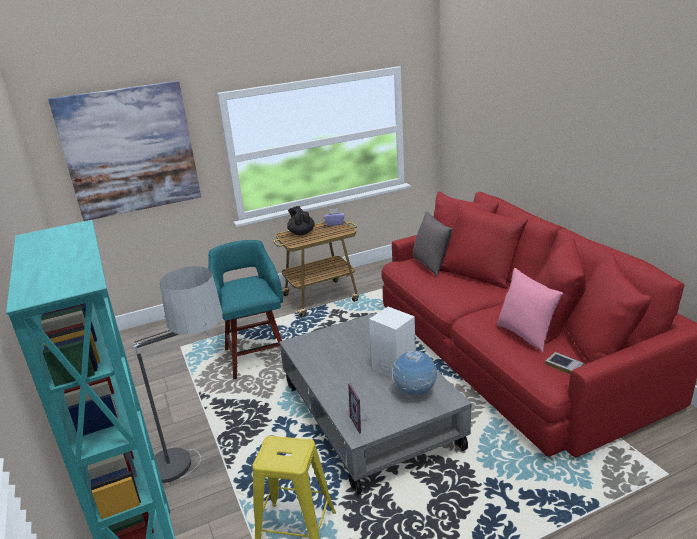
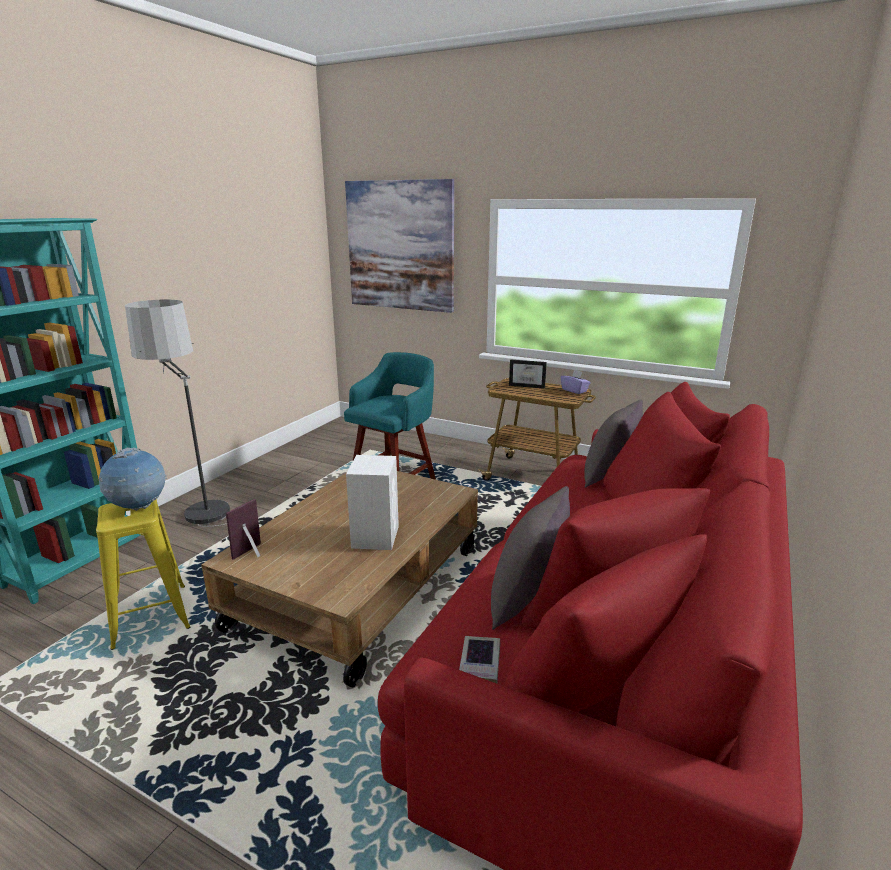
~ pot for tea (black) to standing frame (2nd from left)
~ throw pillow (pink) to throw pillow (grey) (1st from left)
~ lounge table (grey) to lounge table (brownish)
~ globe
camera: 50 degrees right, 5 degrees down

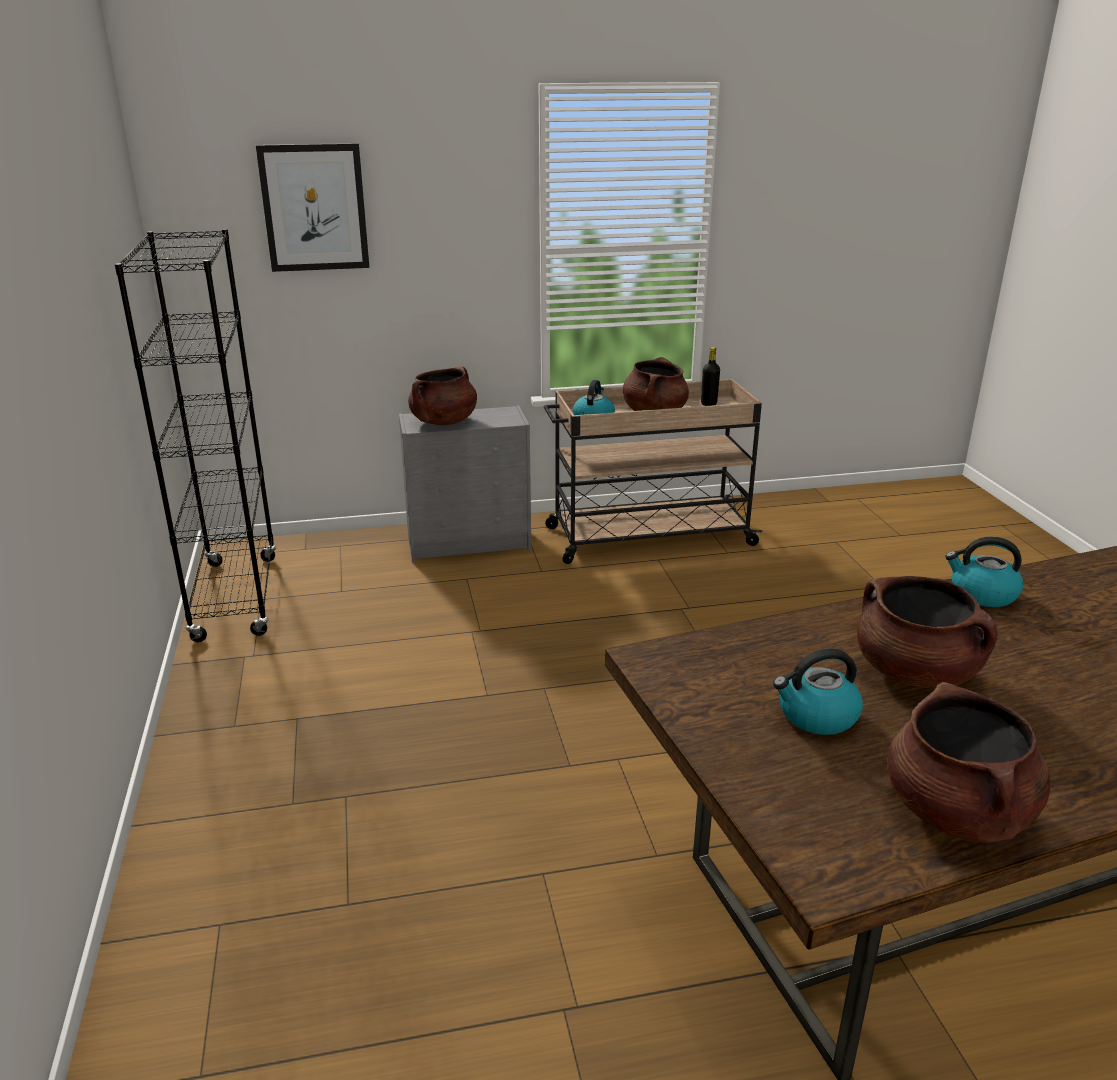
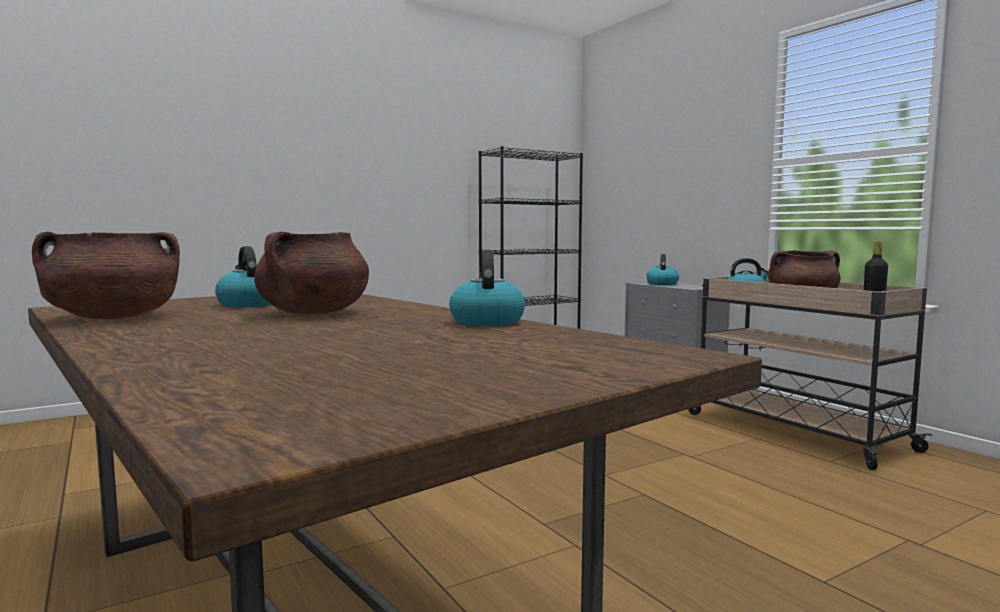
- wall art
~ cooking pot (brownish) (1st from left) to kettle (3rd from left)
camera: 70 degrees right, 20 degrees down

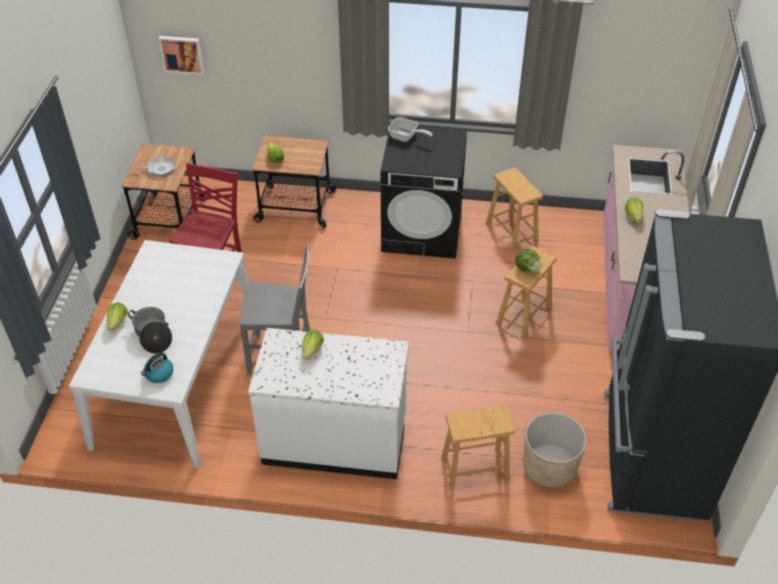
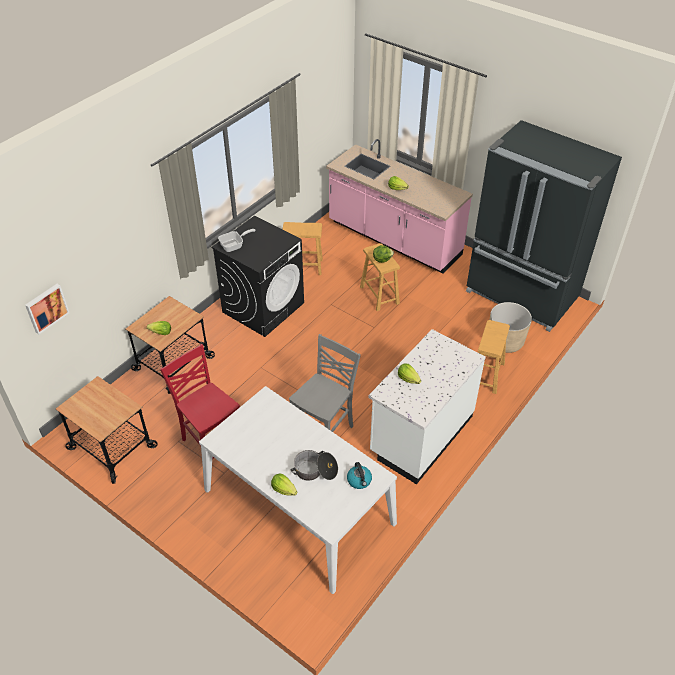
- skillet (1st from left)
camera: 60 degrees left, 0 degrees up

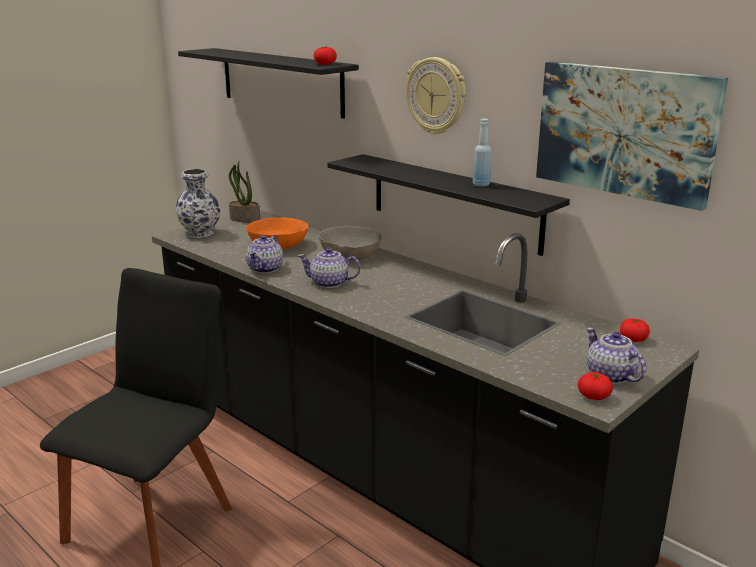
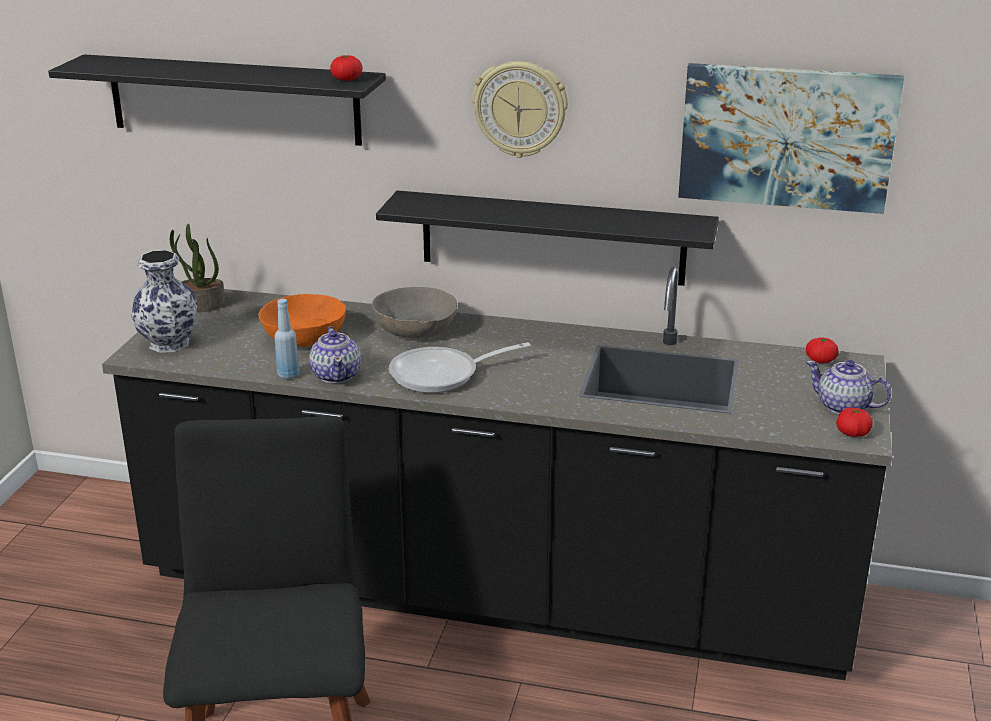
~ beverage bottle (blue-coloured)
~ pot for tea (2nd from left) to skillet
camera: 30 degrees left, 5 degrees up

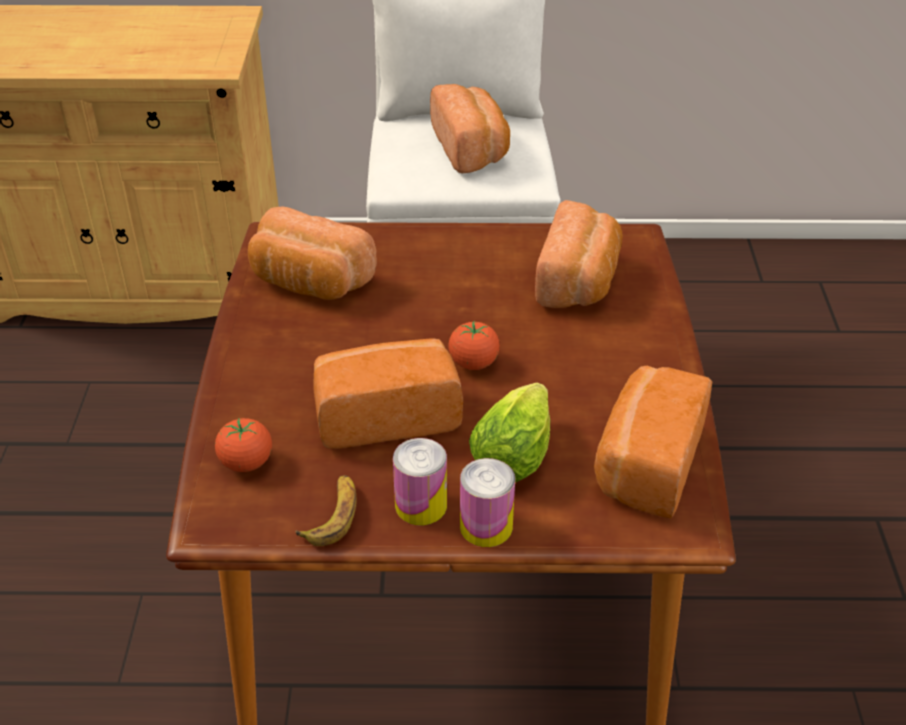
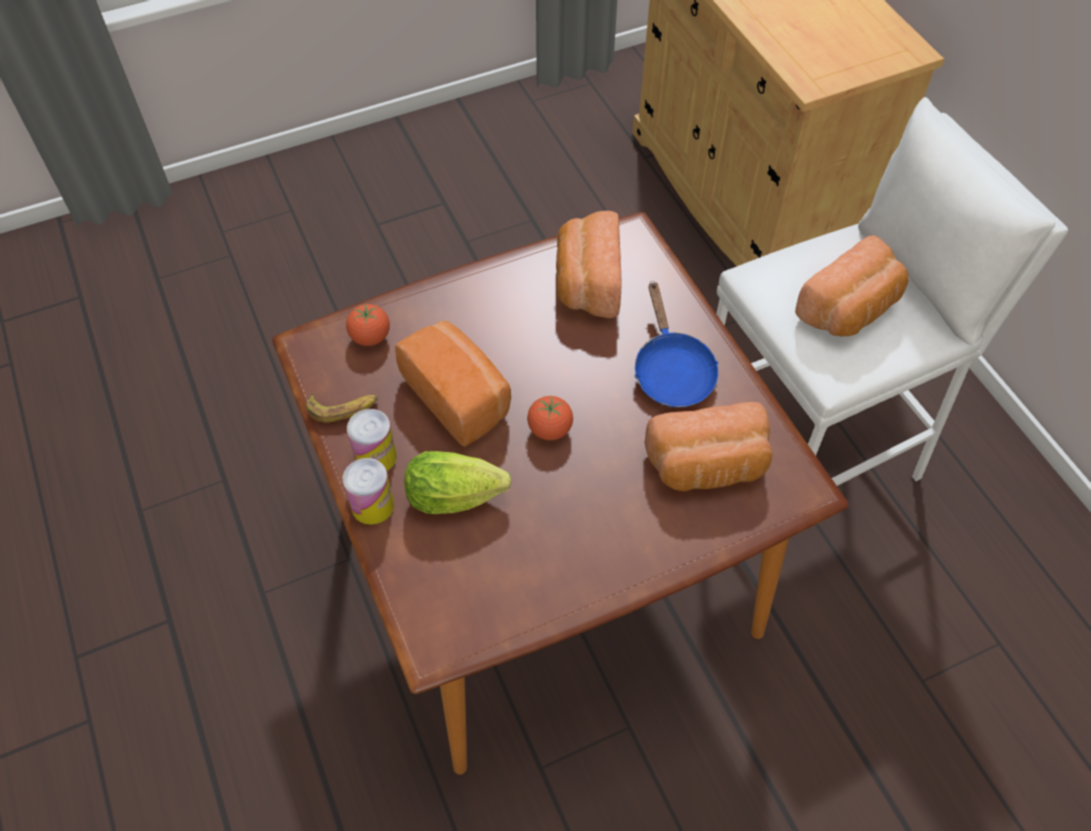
- bread (5th from left)
+ skillet (blue-coloured)
camera: 65 degrees right, 15 degrees up

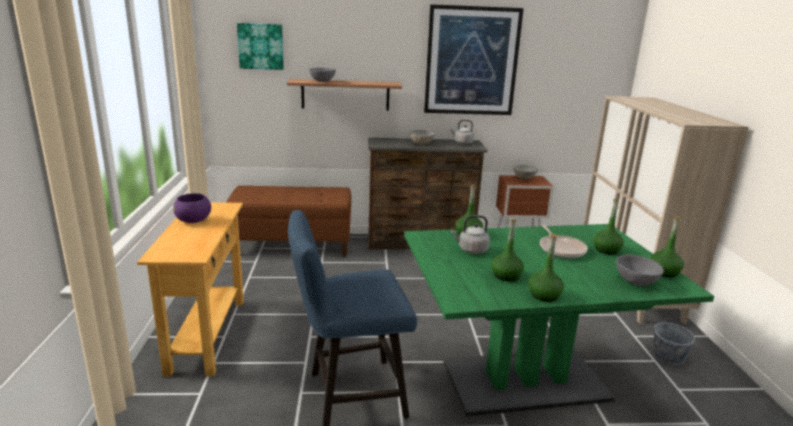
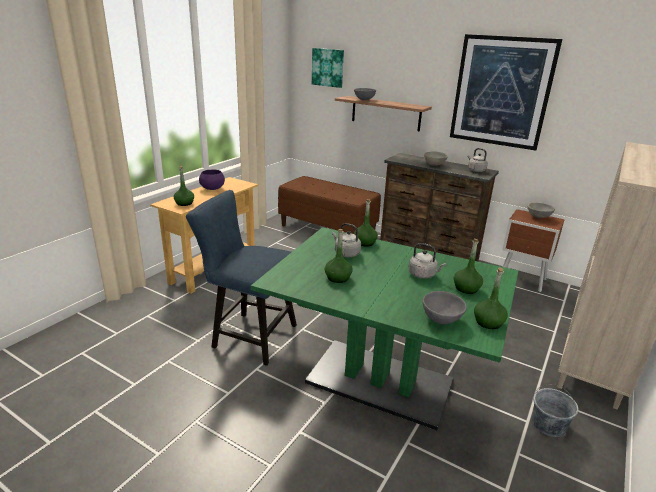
~ skillet to kettle (grey) (2nd from left)
~ beverage bottle (green-coloured) (3rd from left in the first image) to beverage bottle (green-coloured) (1st from left)
camera: 35 degrees right, 5 degrees up

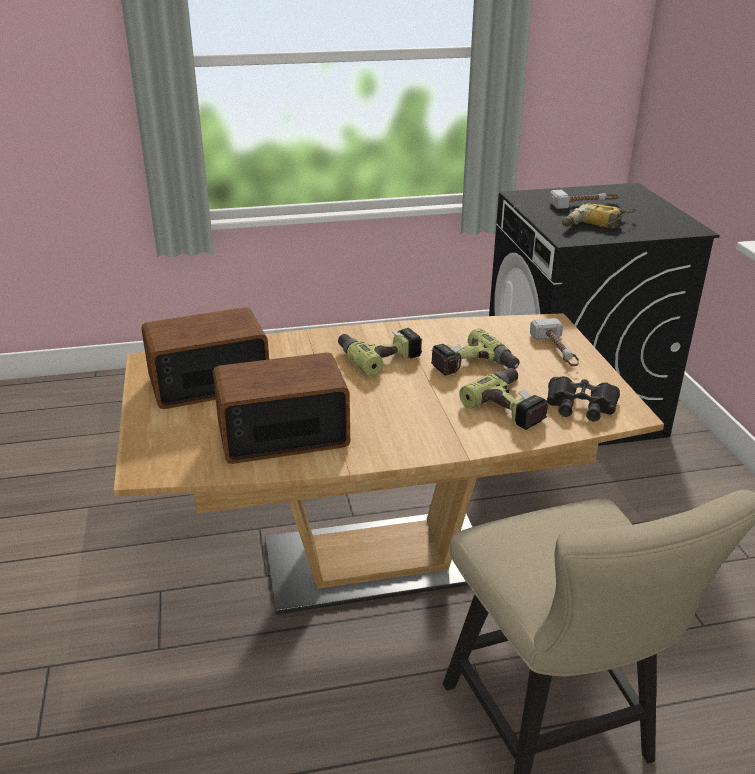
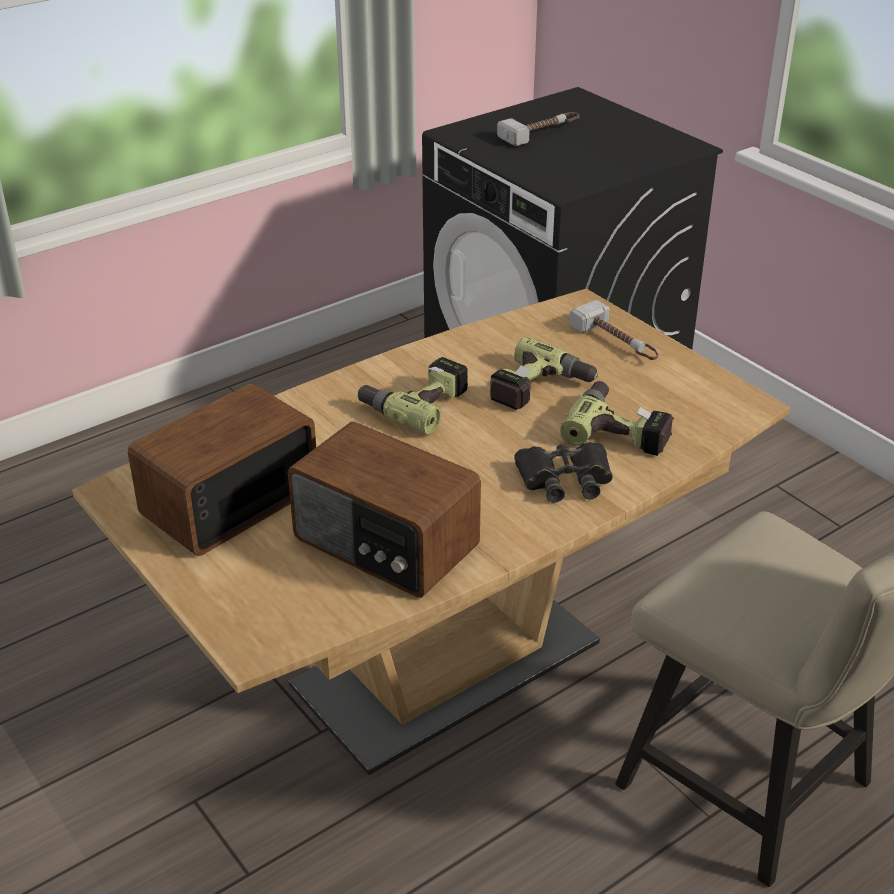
- drill (4th from left)
~ radio set (2nd from left) 105 degrees counterclockwise
~ pair of binoculars (black)
camera: 25 degrees left, 5 degrees up

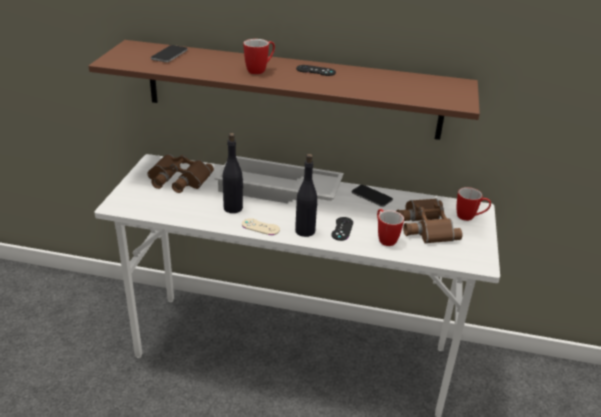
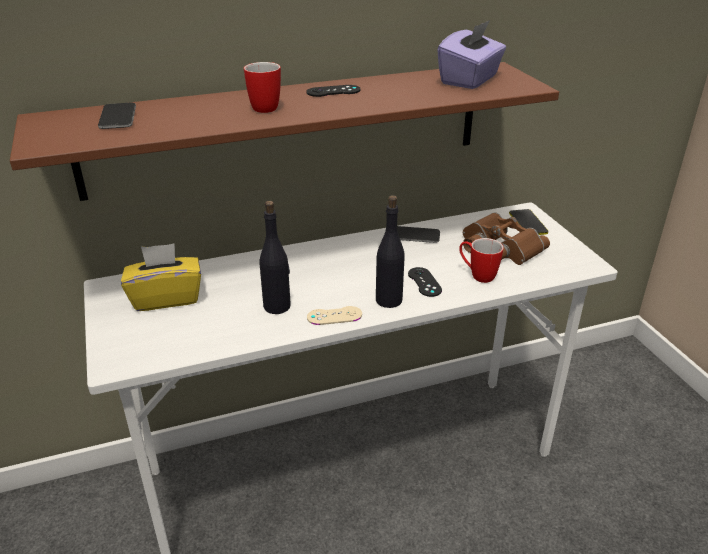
~ pair of binoculars (brownish) (1st from left) to tissue box (yellow-coloured)
- serving tray (white)
~ mug (3rd from left) to telephone (3rd from left)
+ tissue box (purple)
camera: 30 degrees left, 0 degrees up

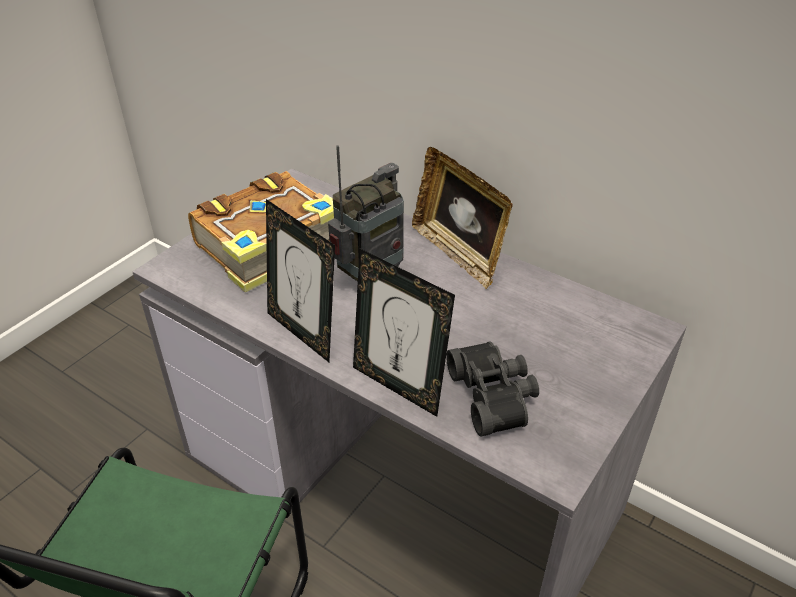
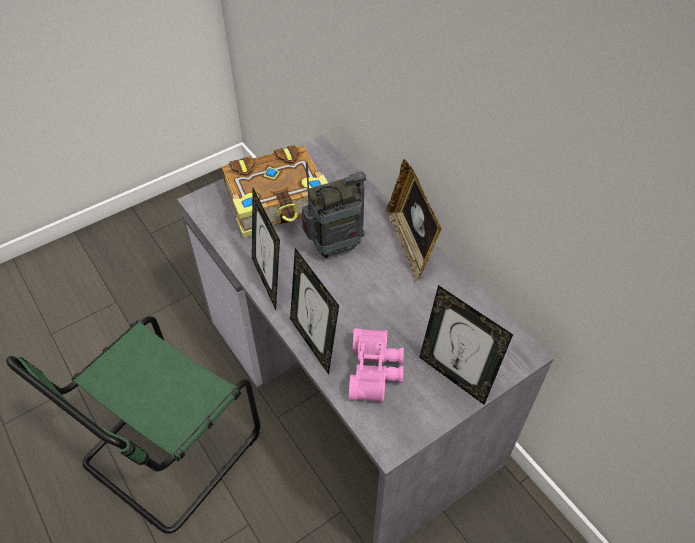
~ pair of binoculars (black) to pair of binoculars (pink)
+ standing frame (4th from left)
camera: 20 degrees right, 10 degrees up

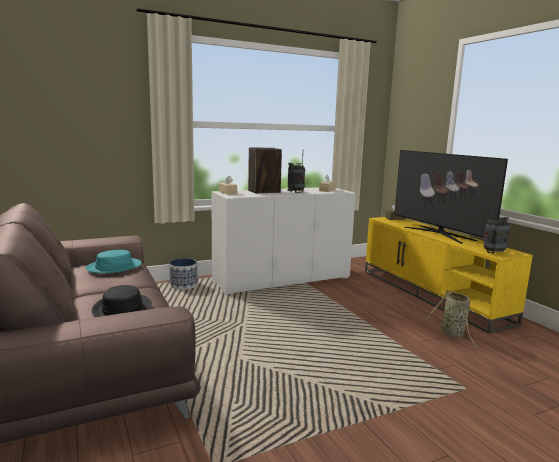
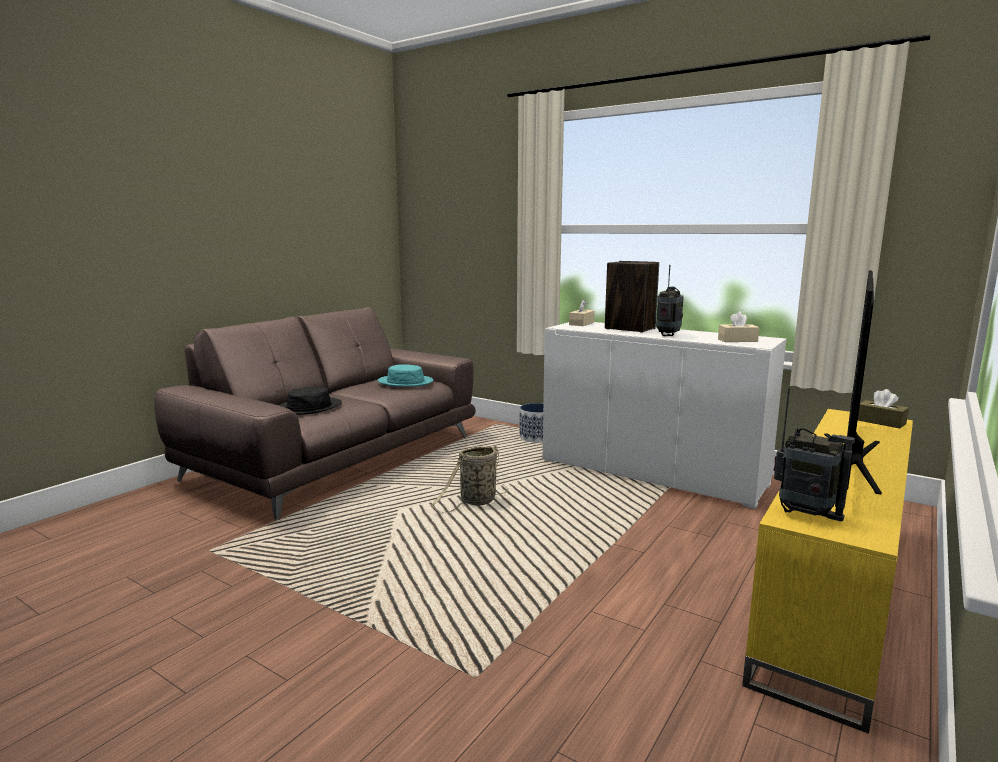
~ storage basket
camera: 60 degrees right, 0 degrees up

